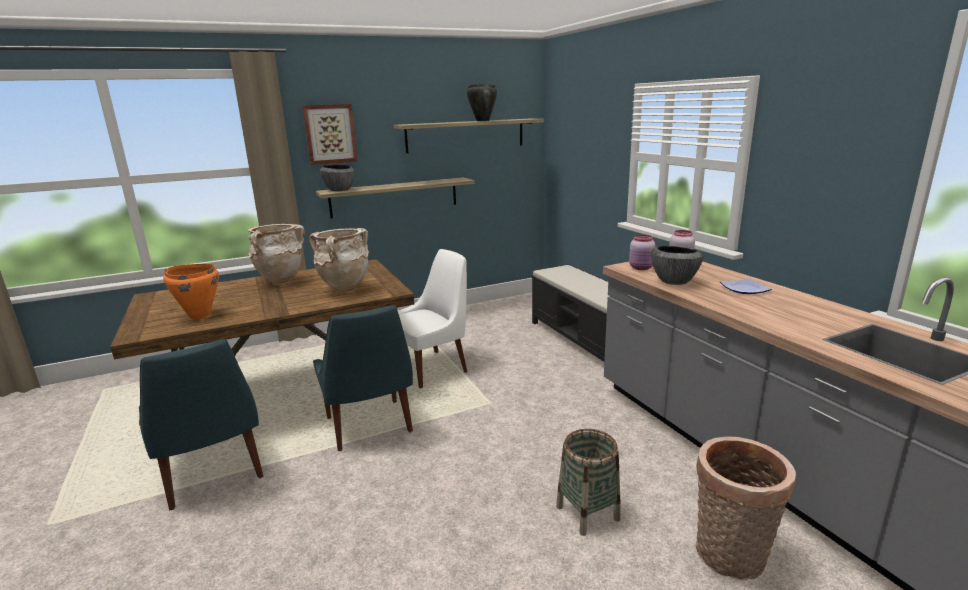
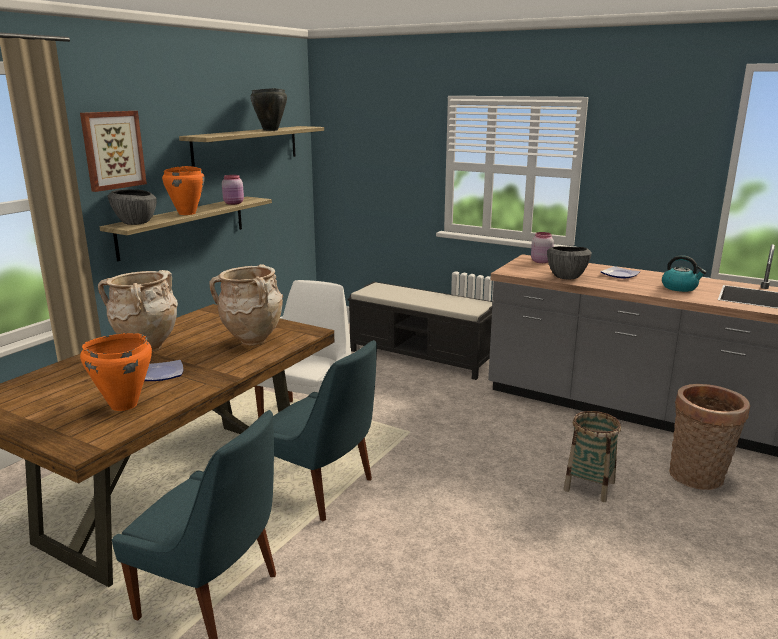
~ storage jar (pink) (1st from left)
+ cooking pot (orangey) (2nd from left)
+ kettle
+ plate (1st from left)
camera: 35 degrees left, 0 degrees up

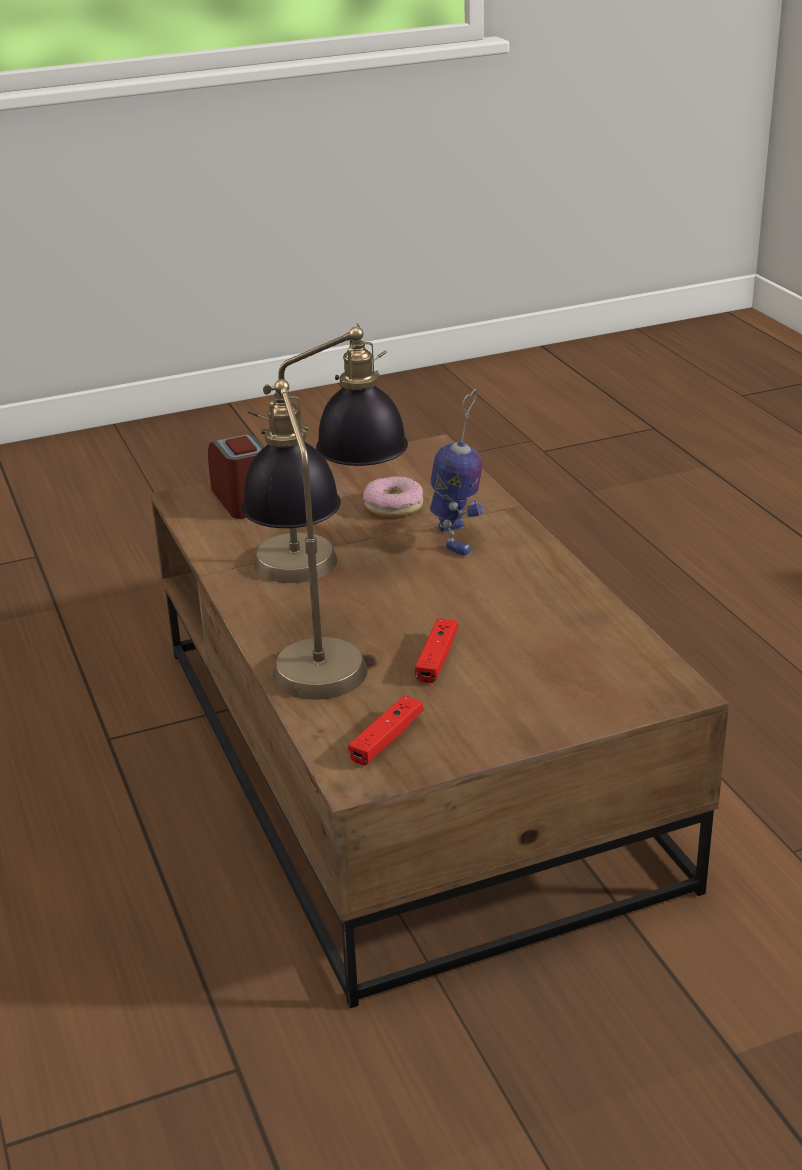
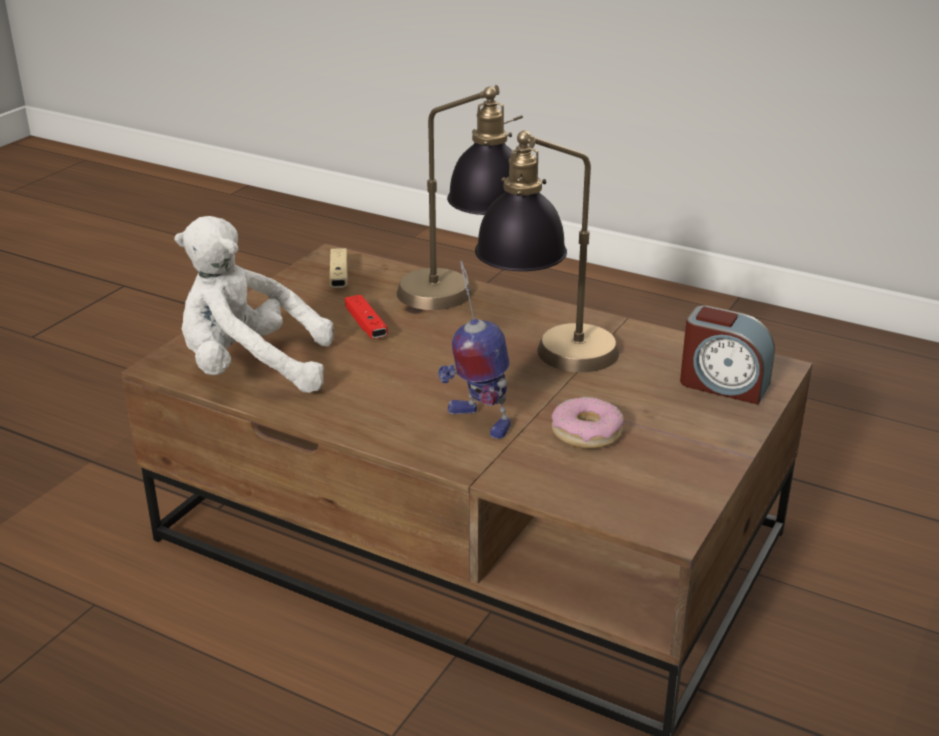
~ game controller (red-coloured) (1st from left) to game controller (sand-coloured)
+ cuddly toy (white)
camera: 140 degrees right, 0 degrees up

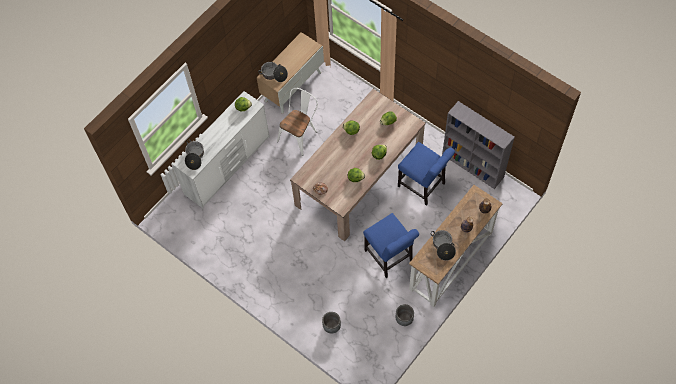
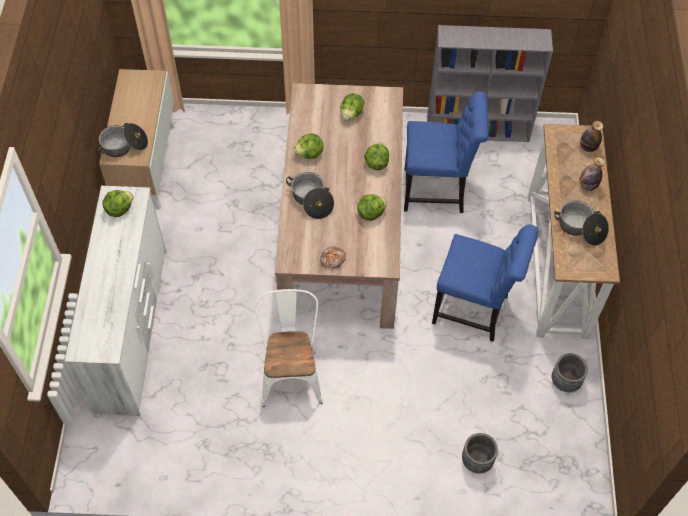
~ chair (white)
~ cooking pot (1st from left in the first image) to cooking pot (2nd from left)
camera: 40 degrees left, 5 degrees down

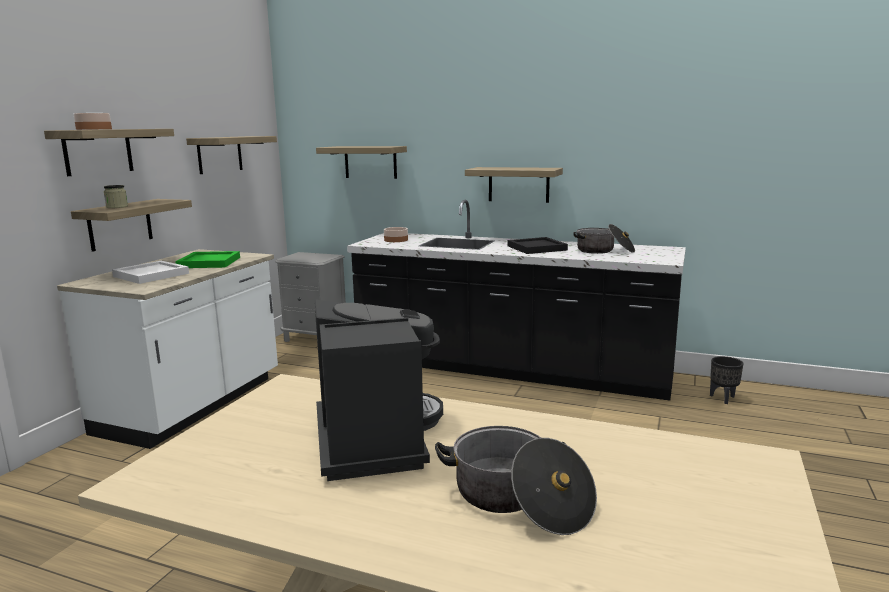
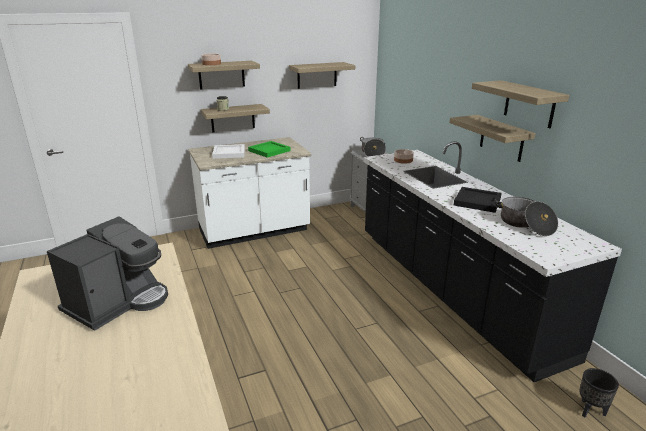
~ wall shelf (4th from left in the first image) to wall shelf (5th from left)
~ cooking pot (1st from left)
camera: 45 degrees right, 10 degrees up

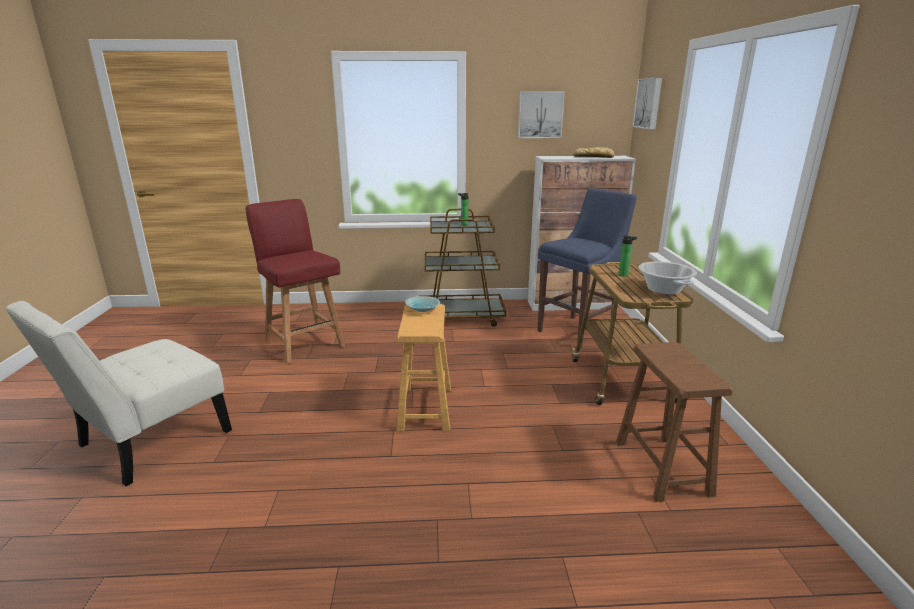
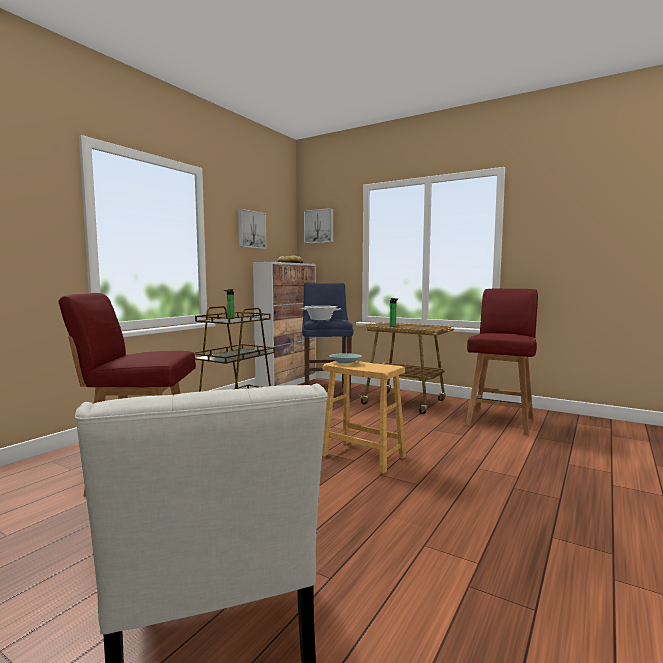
~ cooking pot
~ stool (brownish) (2nd from left) to chair (red-coloured) (2nd from left)
camera: 55 degrees left, 15 degrees down

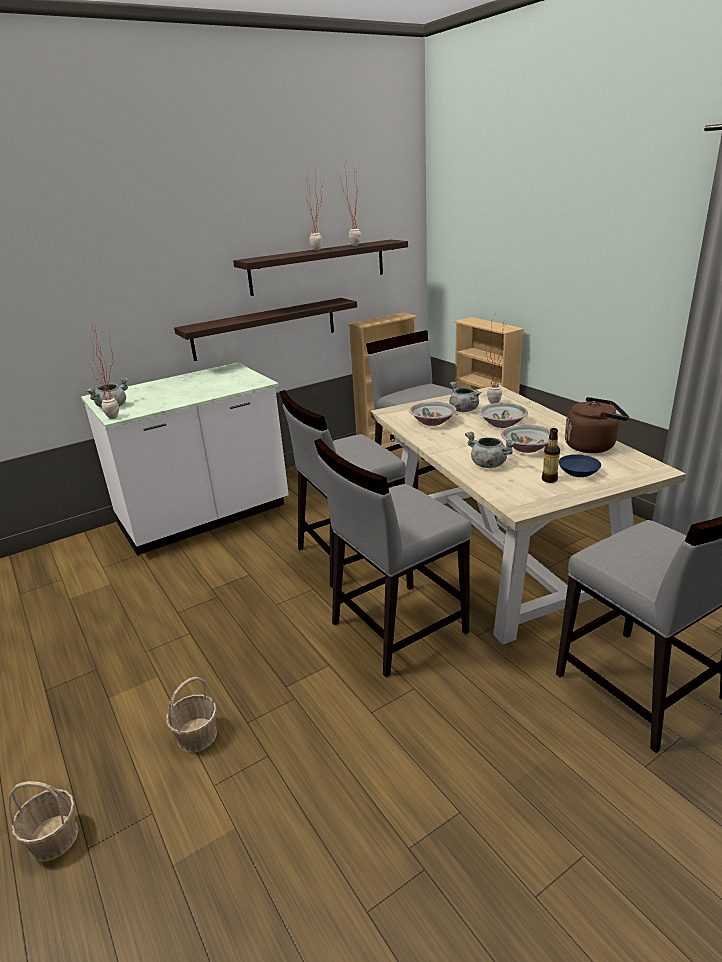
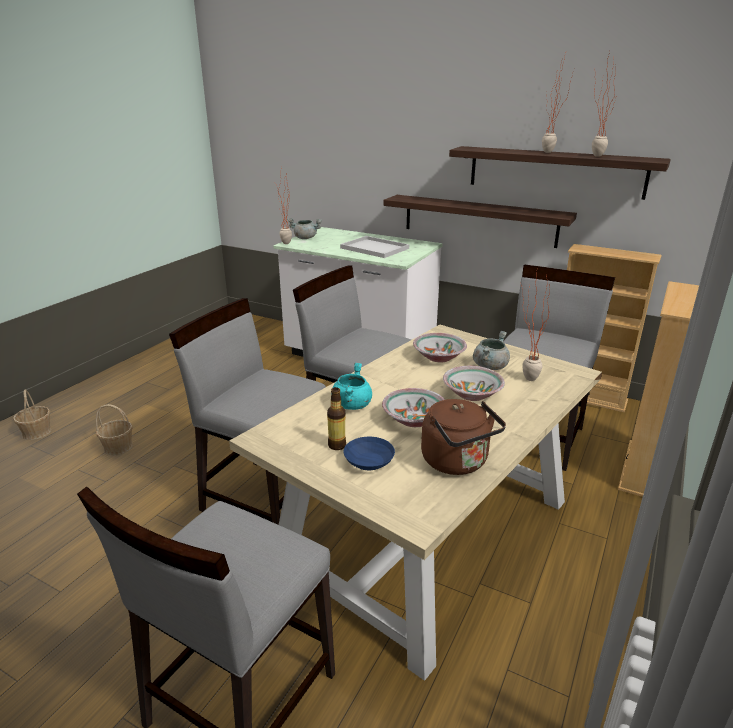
~ cooking pot (grey) (3rd from left) to cooking pot (turquoise-coloured)
+ serving tray (white)
camera: 60 degrees right, 0 degrees up

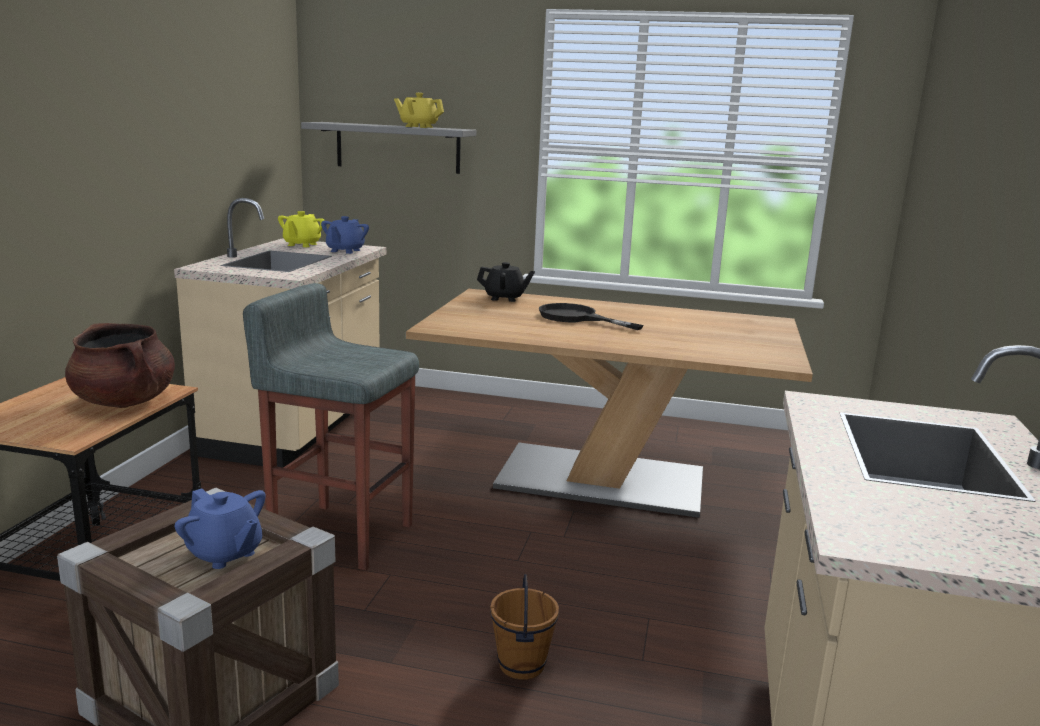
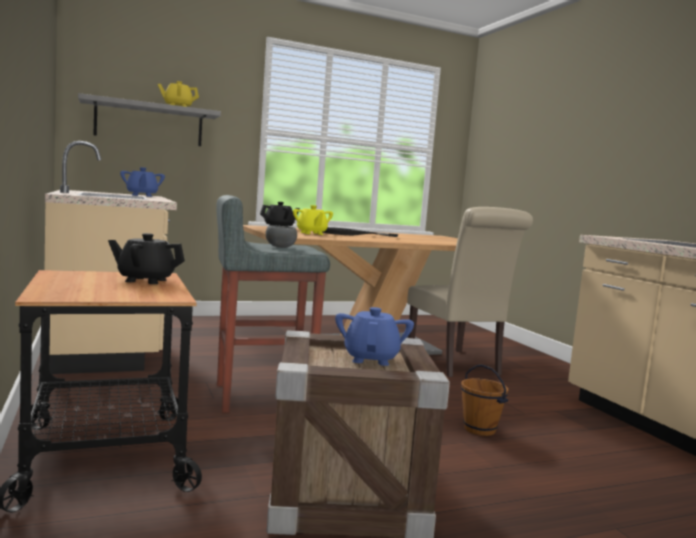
~ pot for tea (yellow-coloured) (1st from left in the first image) to pot for tea (yellow-coloured) (2nd from left)
~ cooking pot (brownish) to pot for tea (black) (1st from left)
~ pot for tea (blue-coloured) (1st from left in the first image) 90 degrees counterclockwise
+ chair (sand-coloured)
+ bowl (grey)
camera: 35 degrees left, 10 degrees down

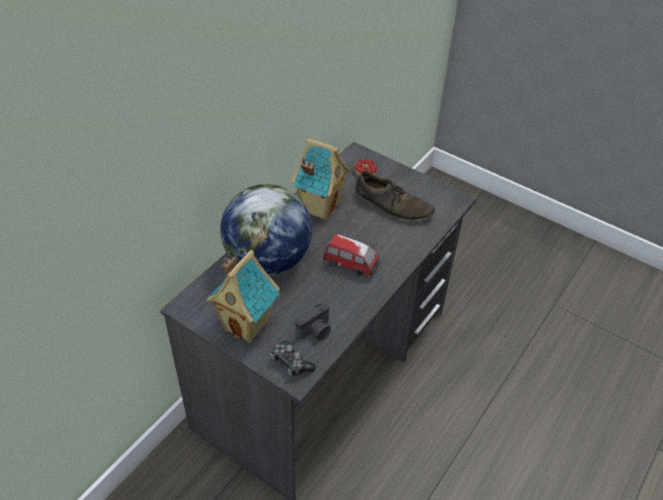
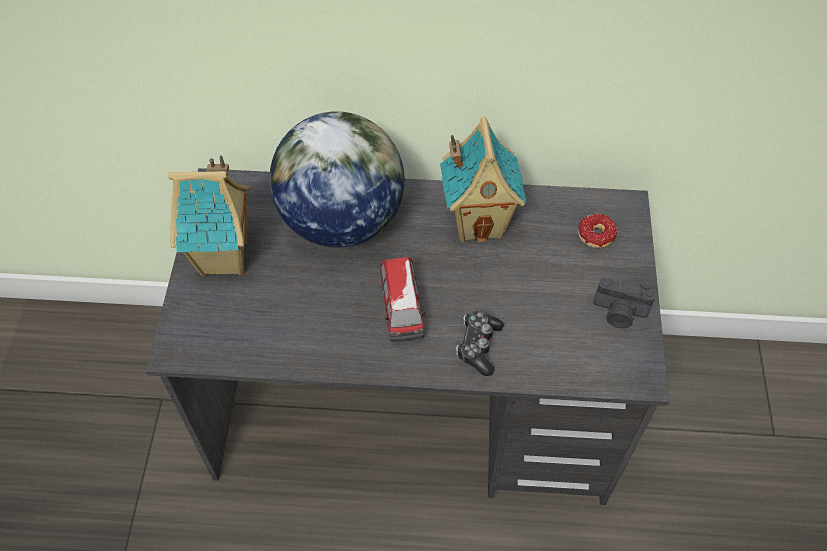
- low shoe (brownish)
~ still camera
~ game controller
camera: 60 degrees right, 10 degrees up

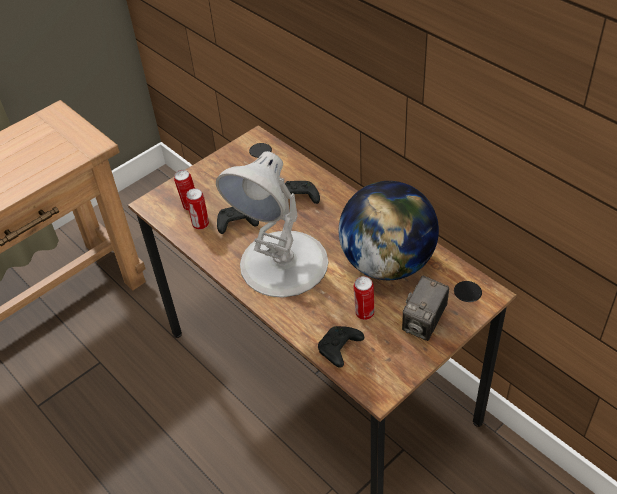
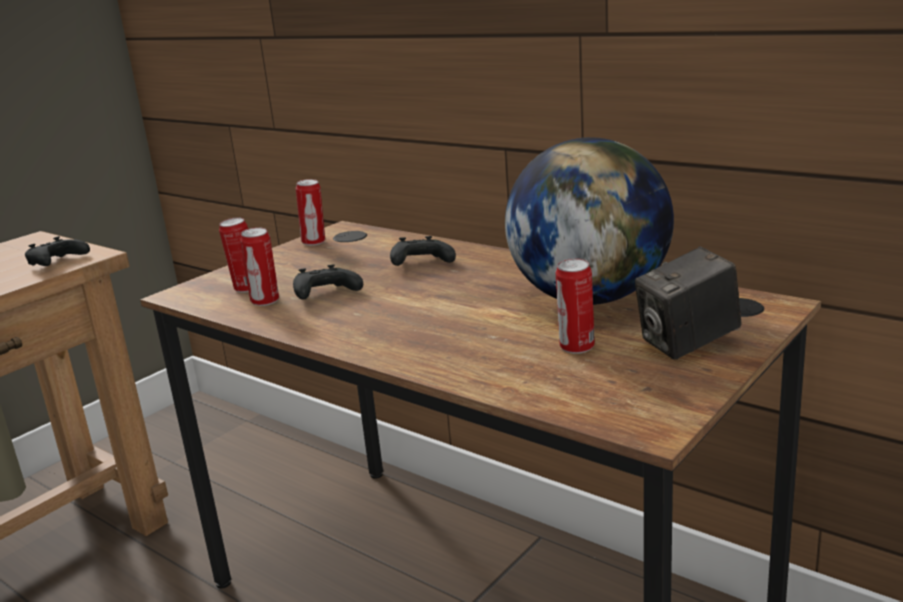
- table lamp (white)
~ still camera 45 degrees clockwise
~ game controller (black) (3rd from left in the first image) to game controller (black) (1st from left)
+ can (3rd from left)
camera: 10 degrees left, 25 degrees down

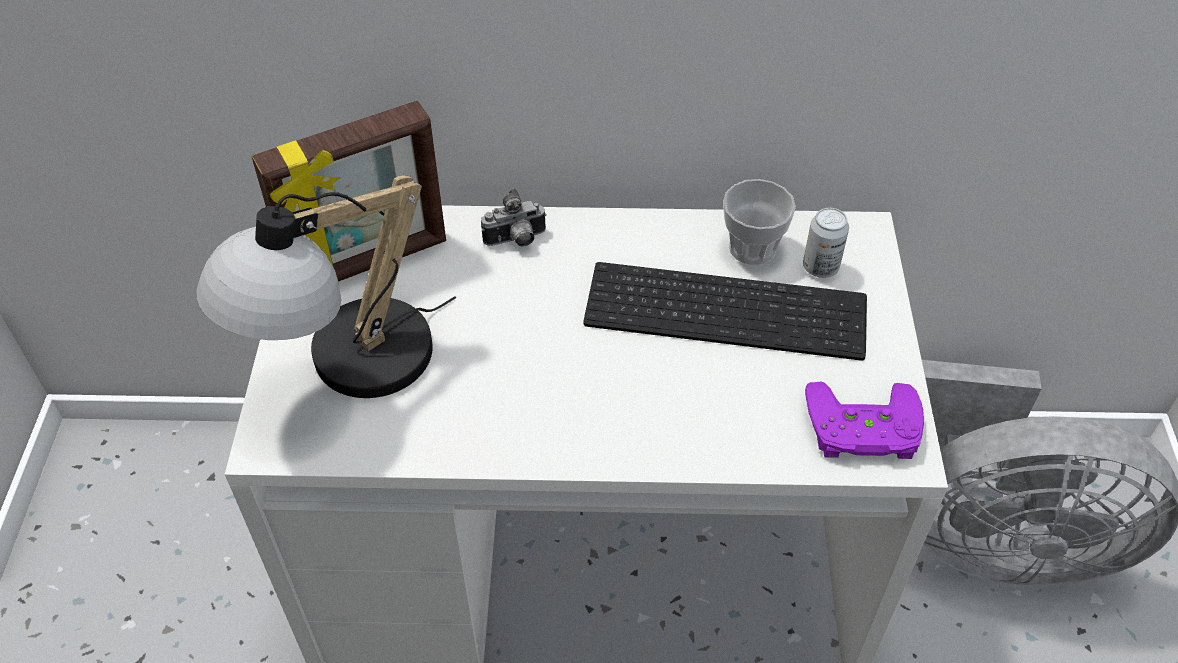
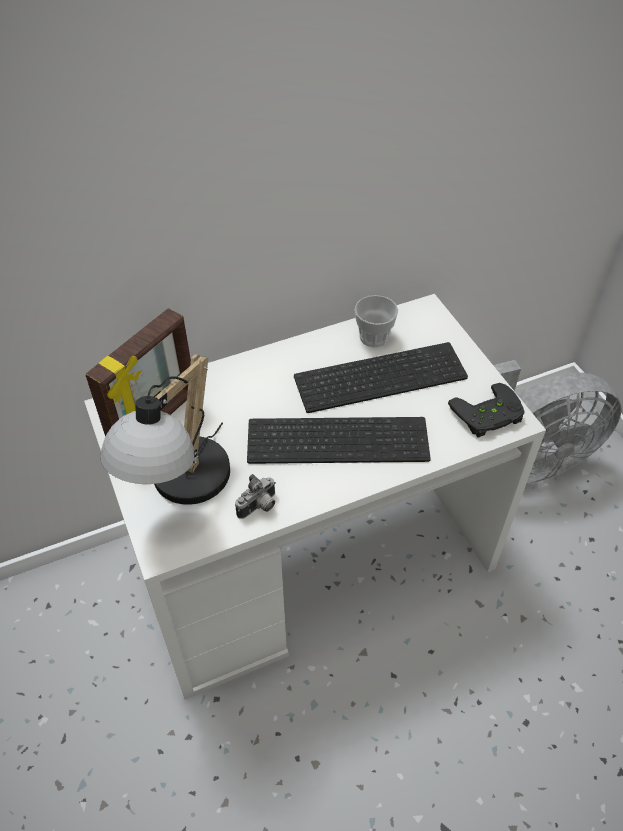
~ still camera
- can
~ game controller (purple) to game controller (black)
+ keyboard (1st from left)
camera: 25 degrees left, 0 degrees up

